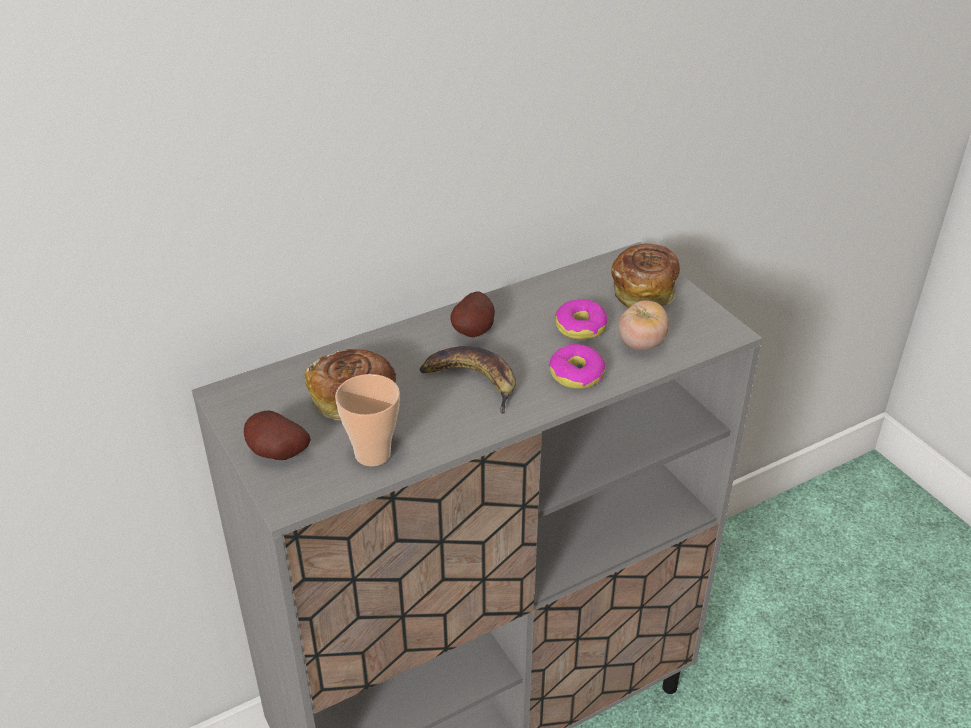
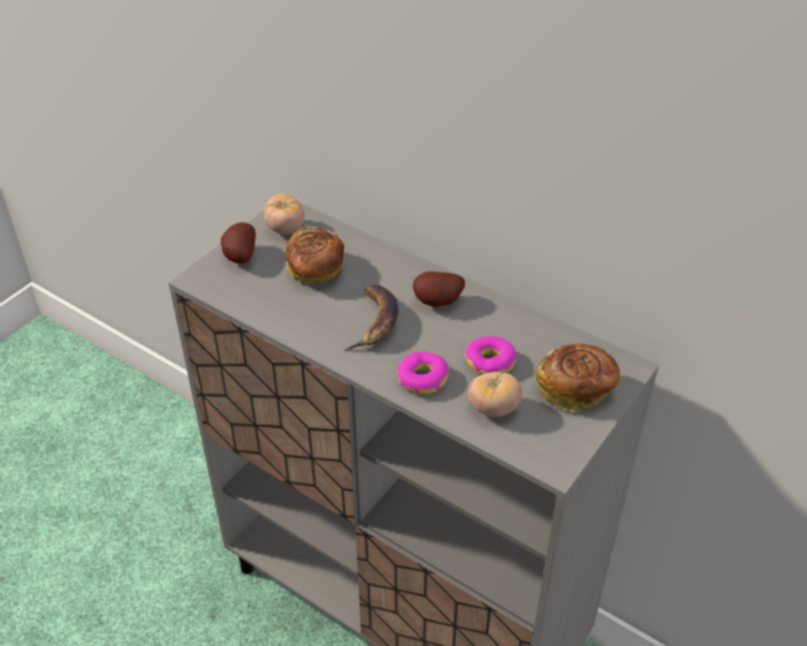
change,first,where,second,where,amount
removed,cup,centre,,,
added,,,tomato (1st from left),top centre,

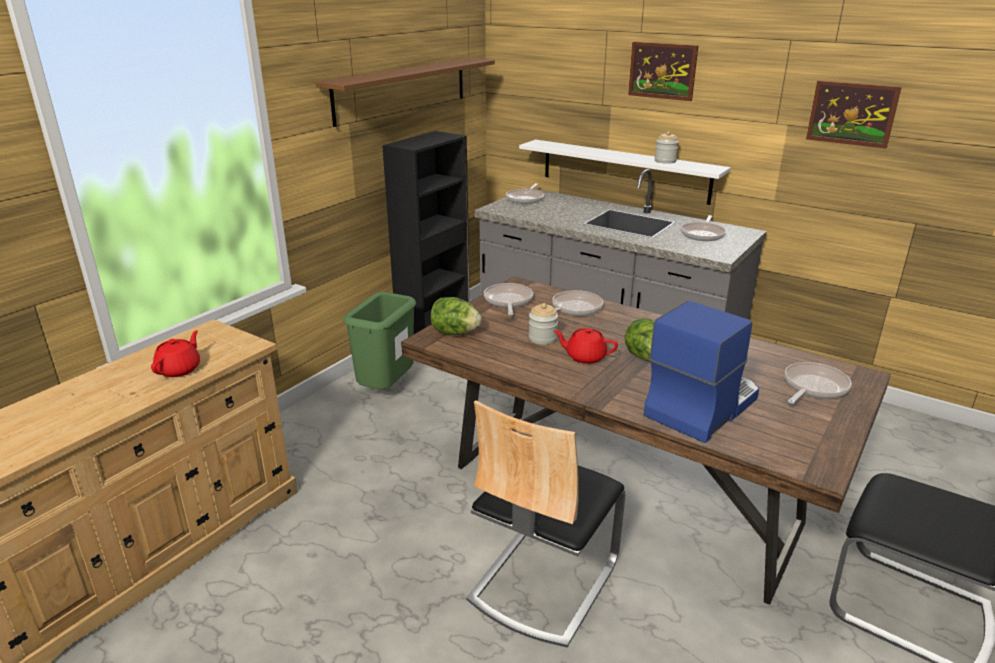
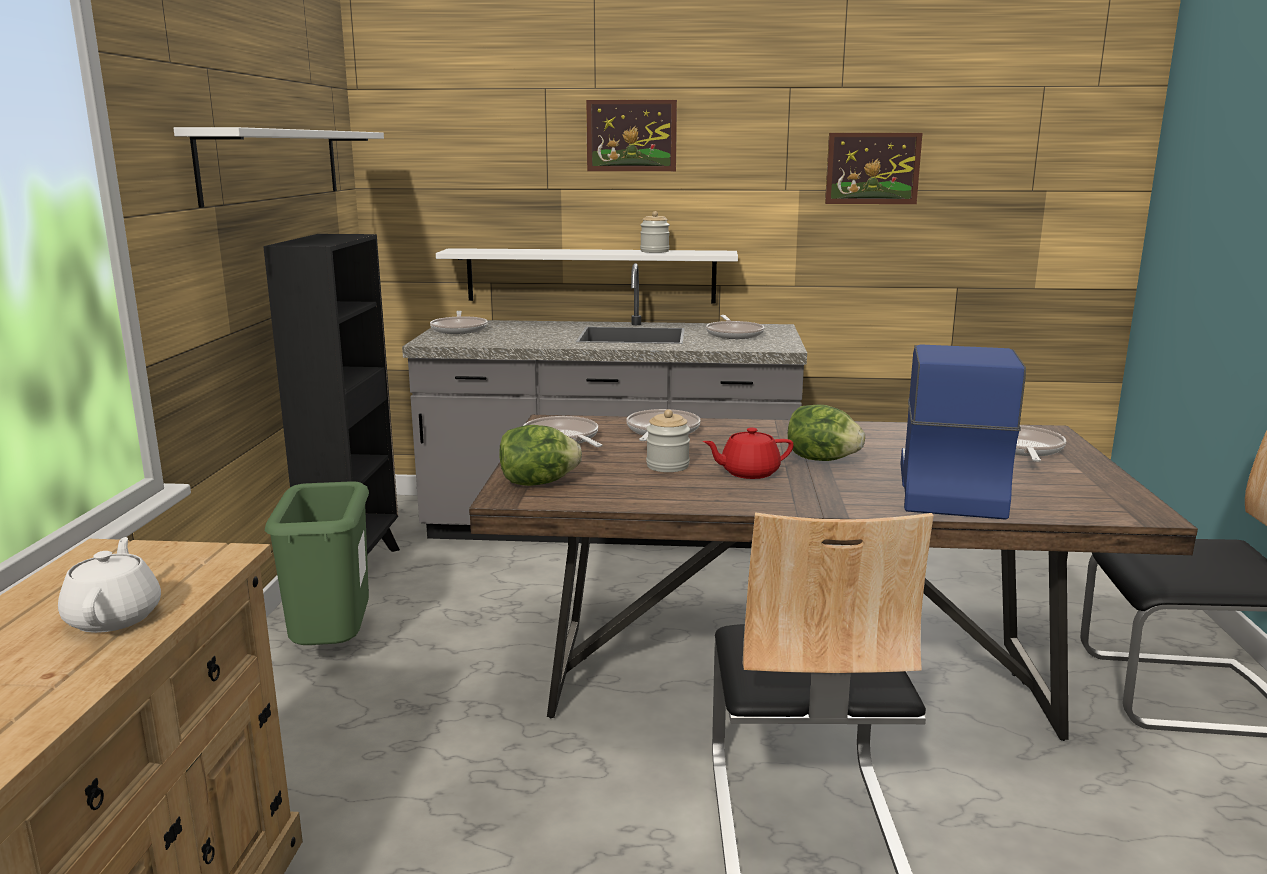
change,first,where,second,where,amount
recoloured,brown_shelf,top centre,white_shelf (1st from left),top left,
recoloured,red_teapot (1st from left),middle left,white_teapot,bottom left,

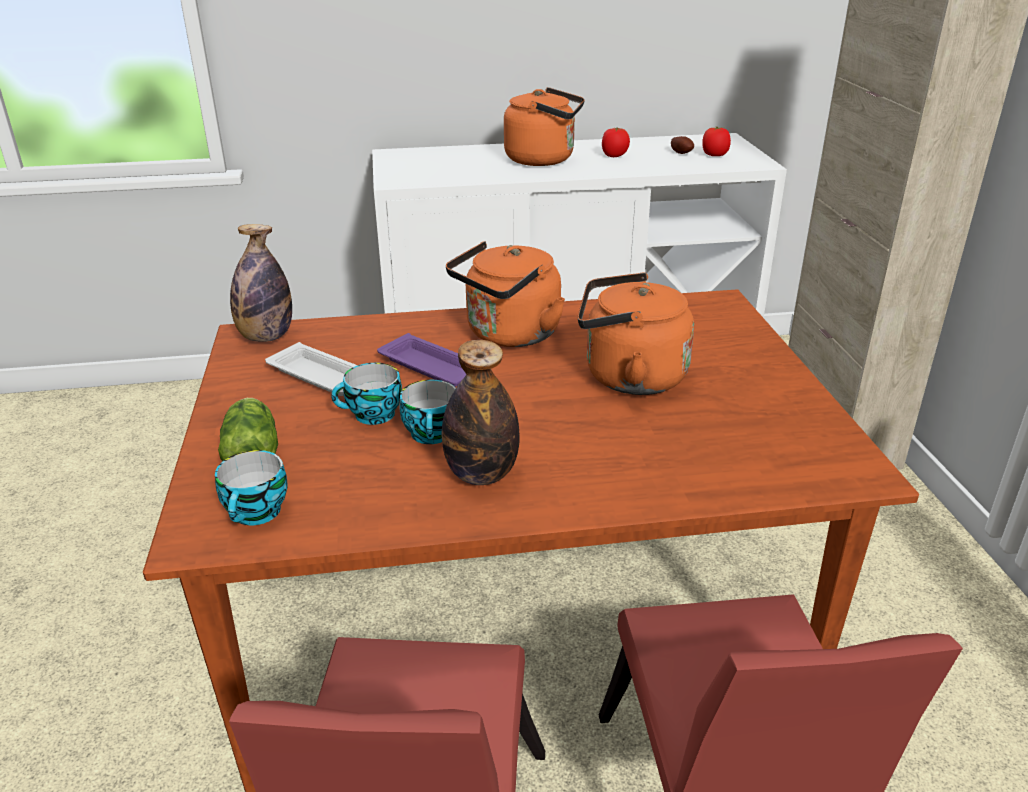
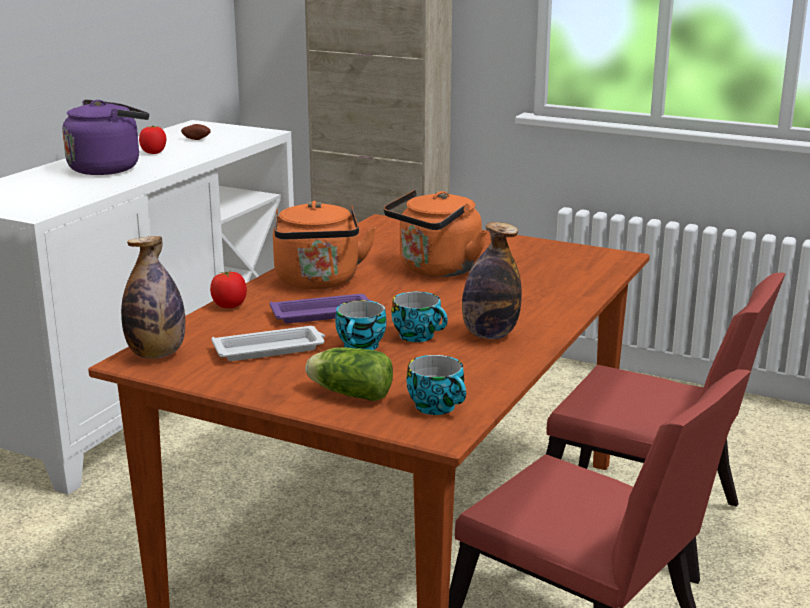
change,first,where,second,where,amount
recoloured,orange_kettle (2nd from left),top centre,purple_kettle,top left,
moved,tomato (2nd from left),top right,,middle left,

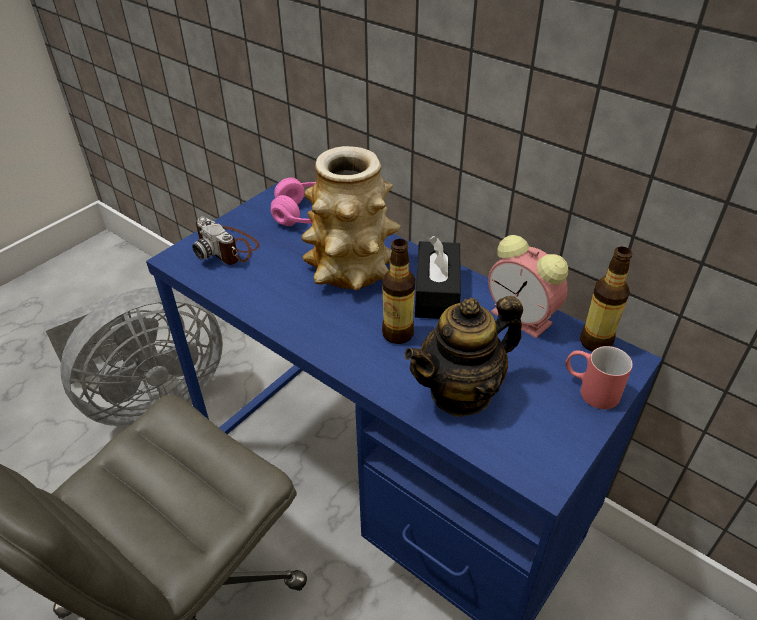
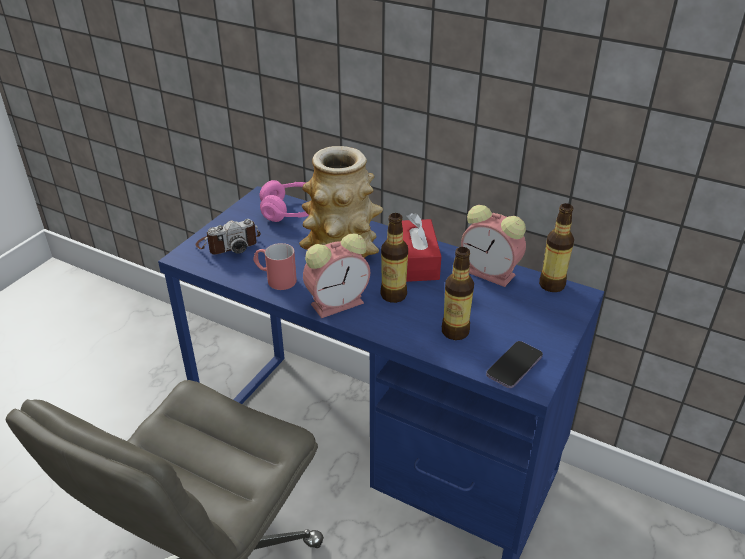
change,first,where,second,where,amount
turned,photo_camera,middle left,,middle left,60 degrees counterclockwise
recoloured,black_tissue_box,centre,red_tissue_box,centre,
removed,grey_fan,middle left,,,
replaced,teapot,centre,bottle (2nd from left),centre,
moved,red_mug,middle right,,centre,
added,,,alarm_clock (1st from left),centre,
added,,,phone,middle right,

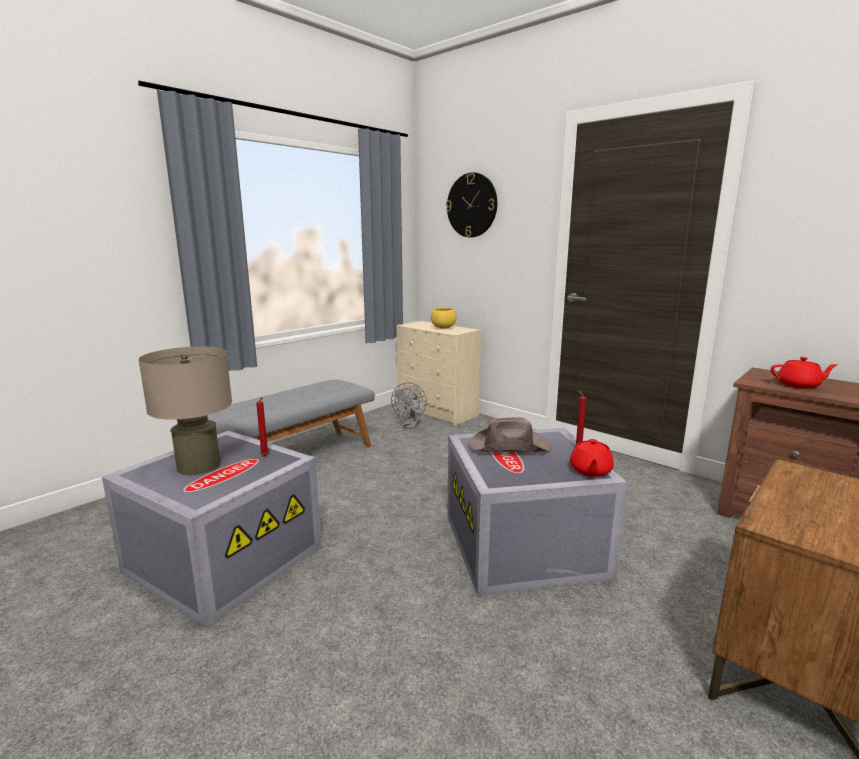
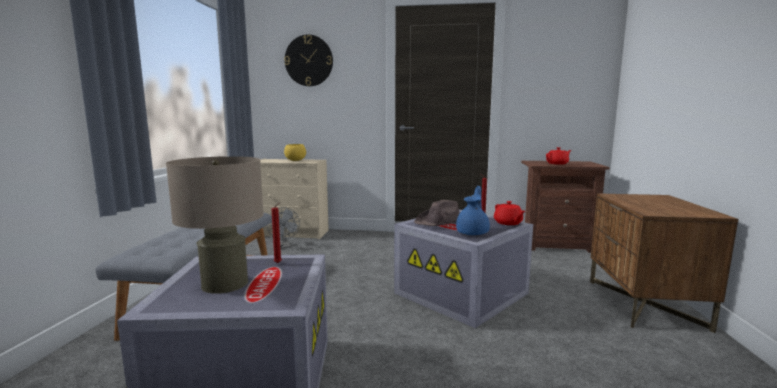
change,first,where,second,where,amount
added,,,blue_teapot,centre,

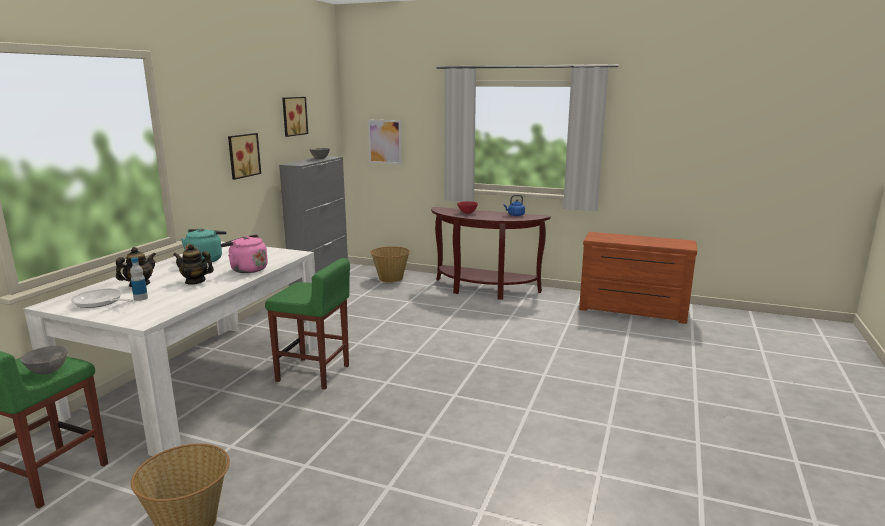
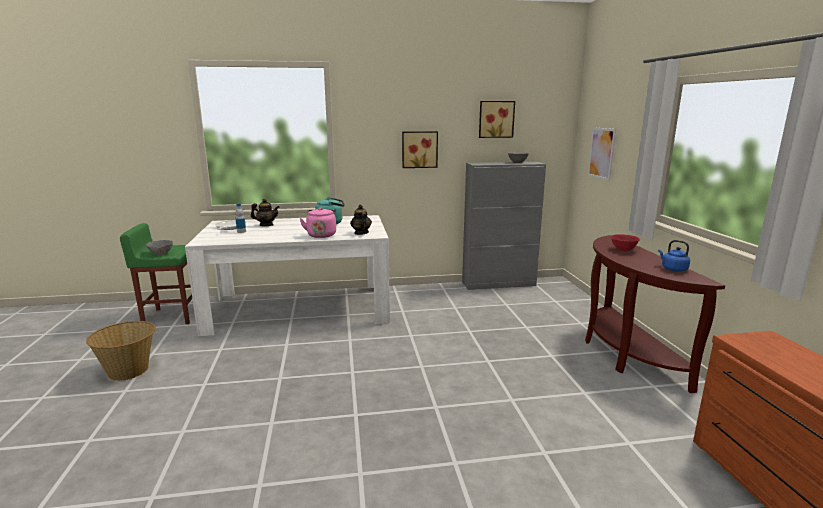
change,first,where,second,where,amount
moved,teapot (2nd from left),middle left,,centre,
removed,basket (2nd from left),centre,,,
removed,green_stool (2nd from left),centre,,,

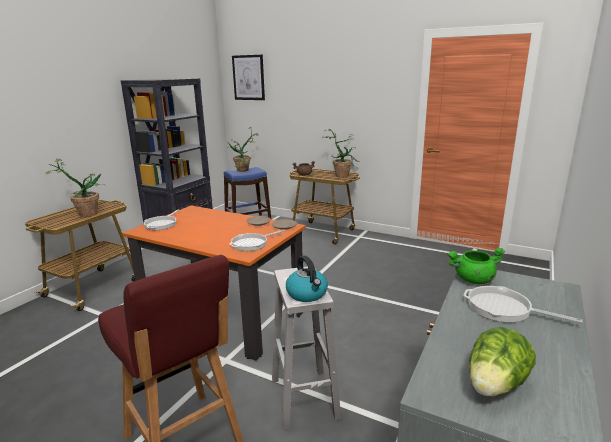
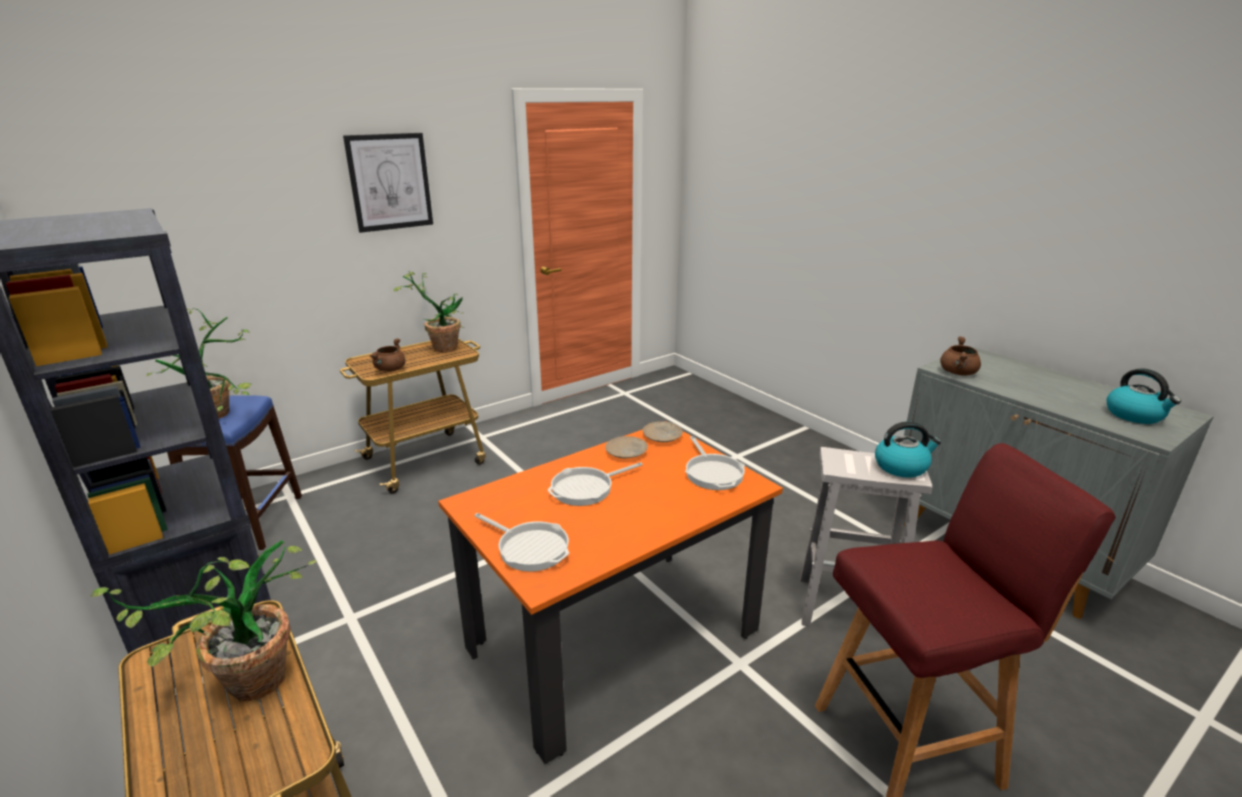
change,first,where,second,where,amount
moved,picture,top centre,,top left,
recoloured,green_cooking_pot,middle right,brown_cooking_pot (2nd from left),middle right,
moved,frying_pan (3rd from left in the first image),bottom right,frying_pan (2nd from left),centre,
replaced,lettuce,bottom right,kettle (2nd from left),middle right,

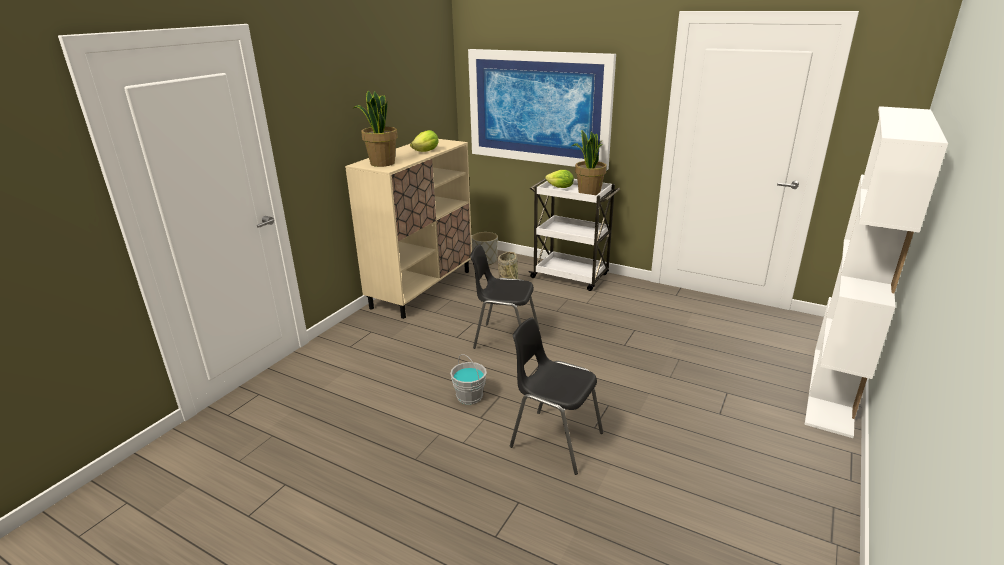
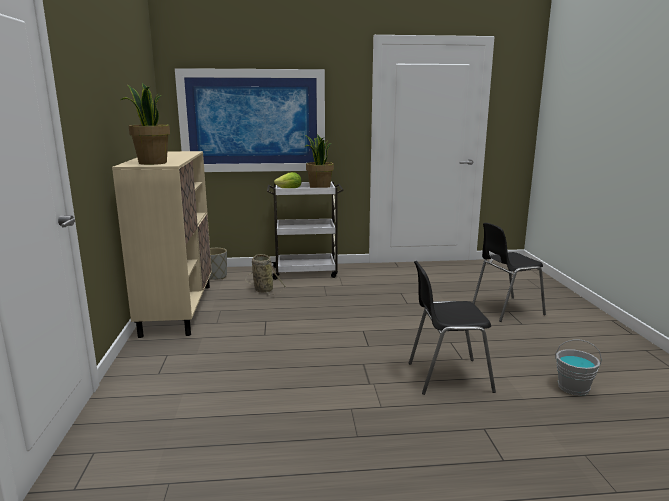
change,first,where,second,where,amount
removed,white_bookcase,middle right,,,
removed,lettuce (1st from left),top centre,,,
moved,black_chair (1st from left in the first image),centre,black_chair (2nd from left),middle right,
moved,grey_bucket,bottom centre,,bottom right,

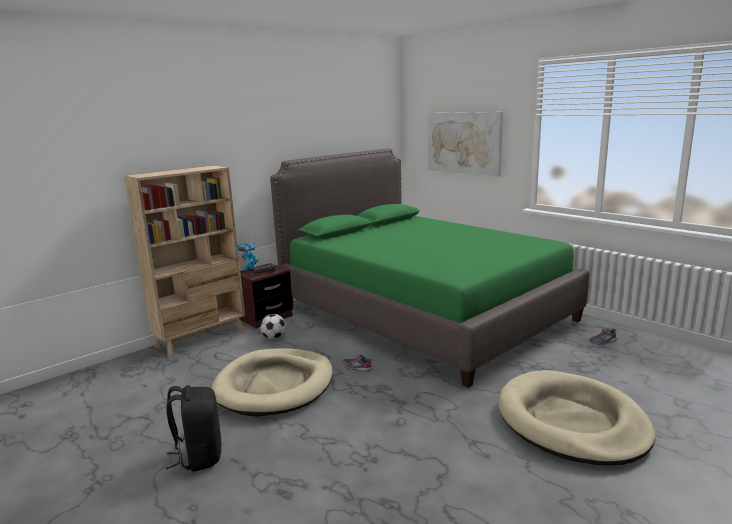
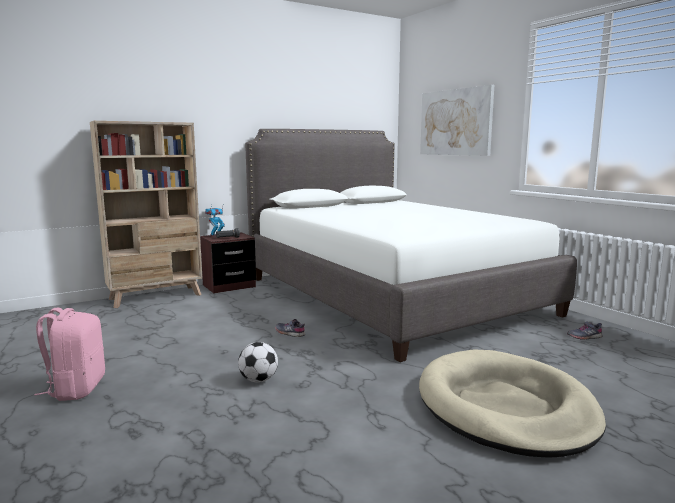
change,first,where,second,where,amount
recoloured,green_bed,centre,white_bed,centre,
moved,football,centre,,bottom centre,
removed,beige_dog_bed (1st from left),bottom centre,,,
recoloured,black_backpack,bottom left,pink_backpack,bottom left,

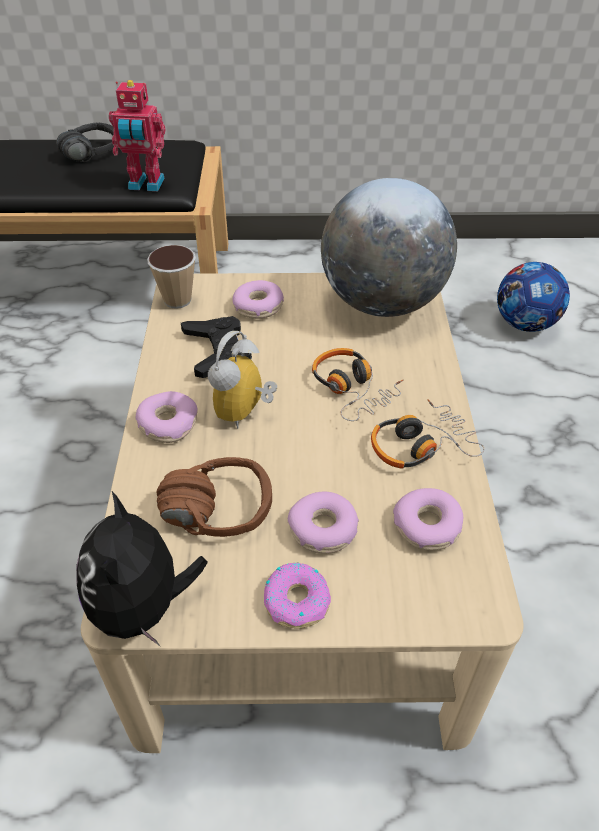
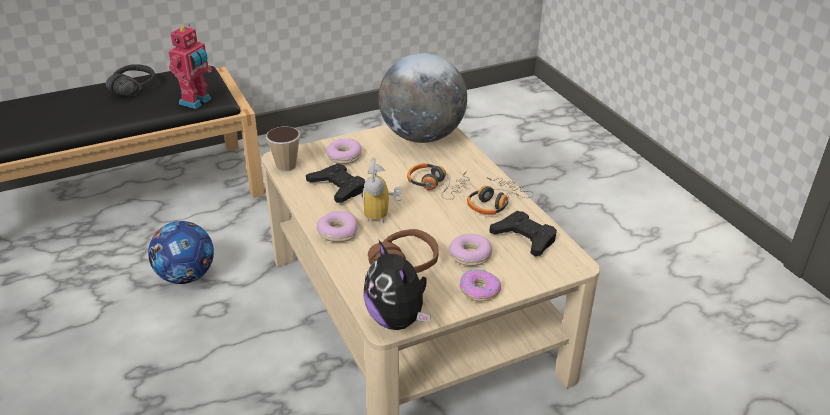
change,first,where,second,where,amount
turned,toy_robot,top left,,top left,45 degrees counterclockwise
moved,football,middle right,,middle left,
replaced,donut (5th from left),middle right,black_game_controller (2nd from left),centre,

